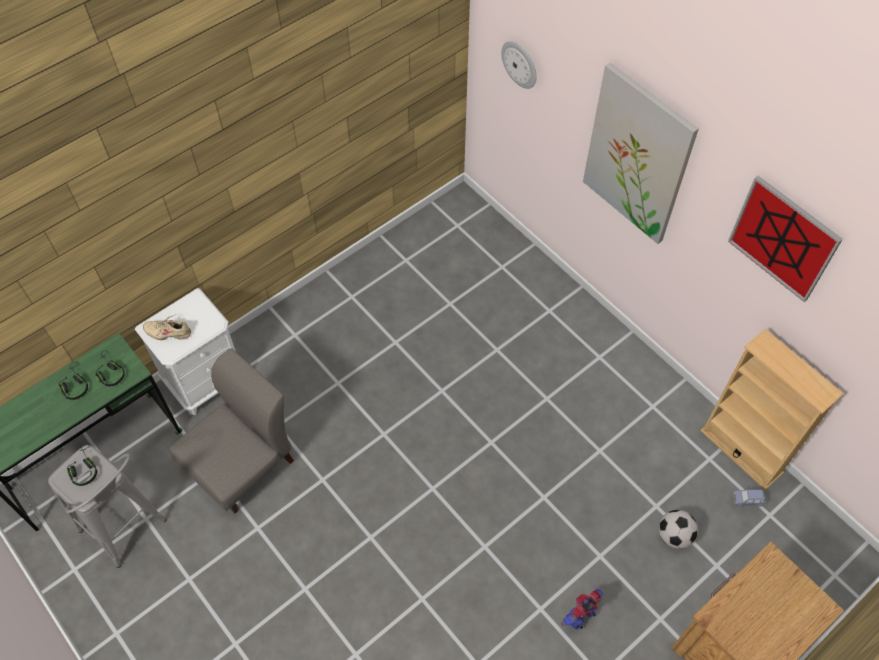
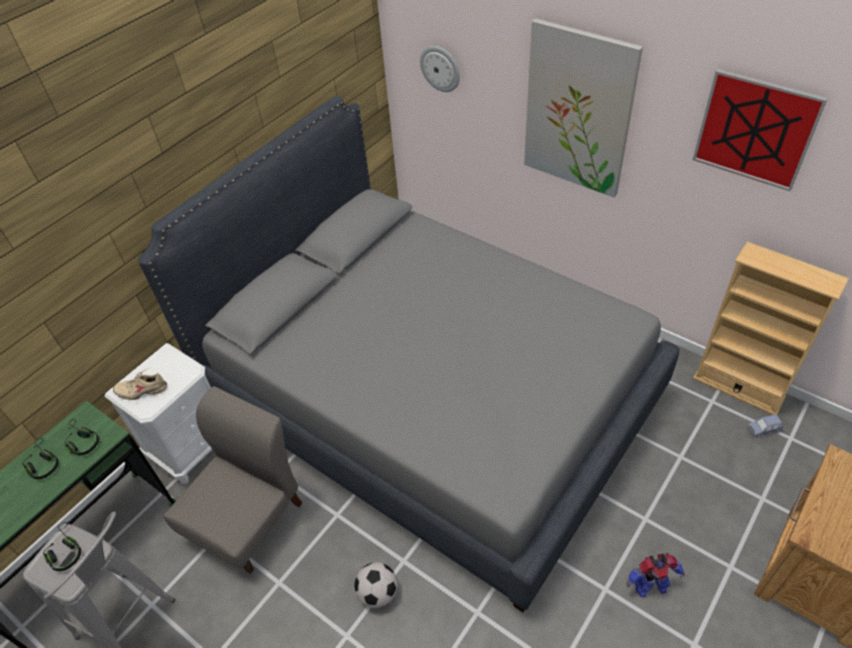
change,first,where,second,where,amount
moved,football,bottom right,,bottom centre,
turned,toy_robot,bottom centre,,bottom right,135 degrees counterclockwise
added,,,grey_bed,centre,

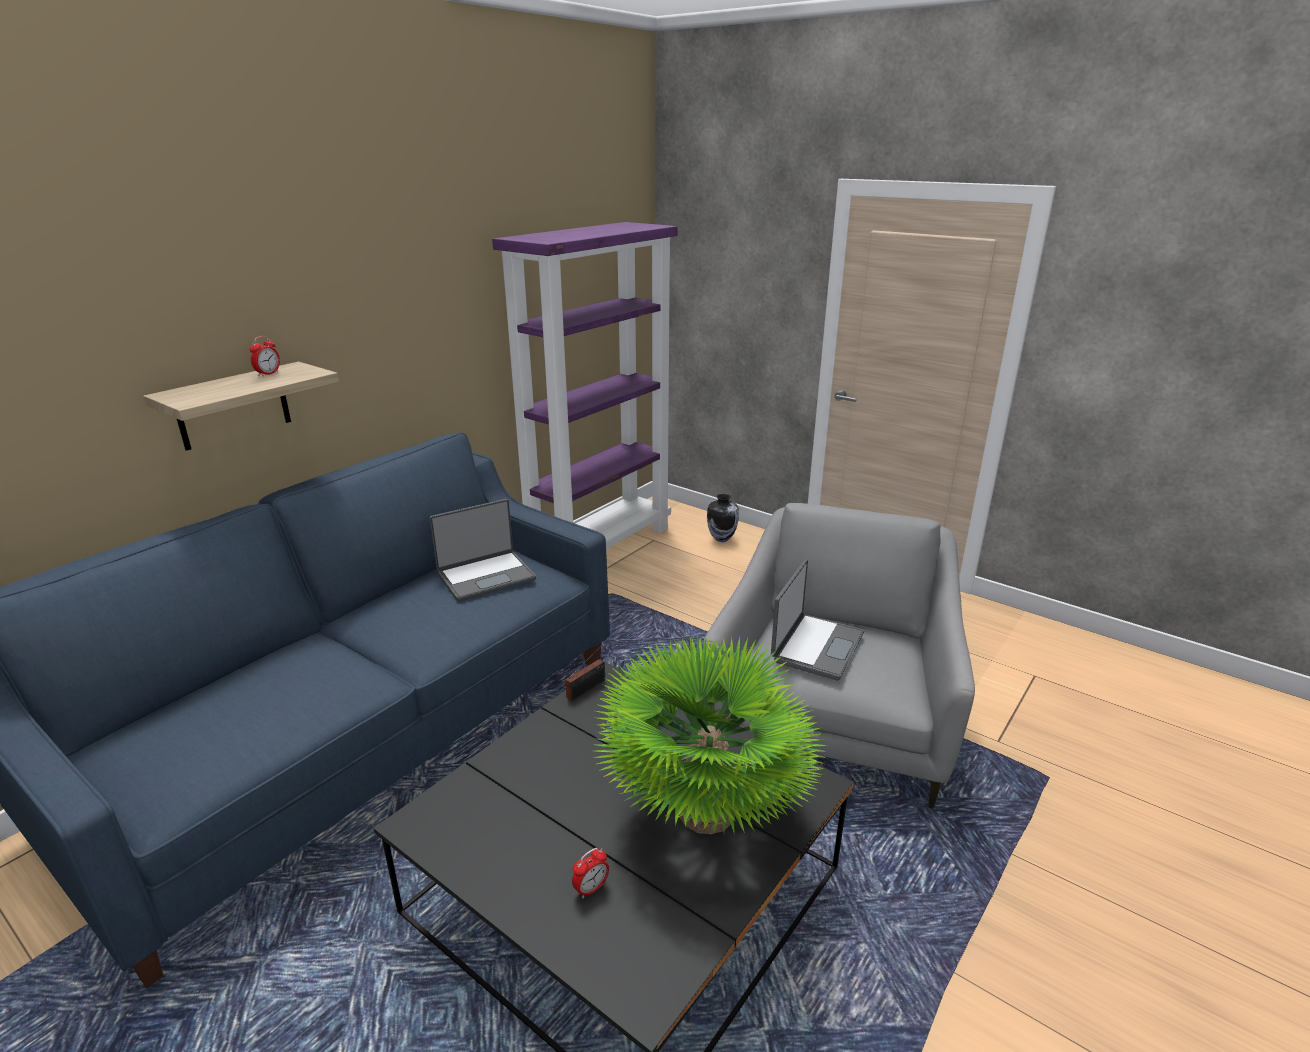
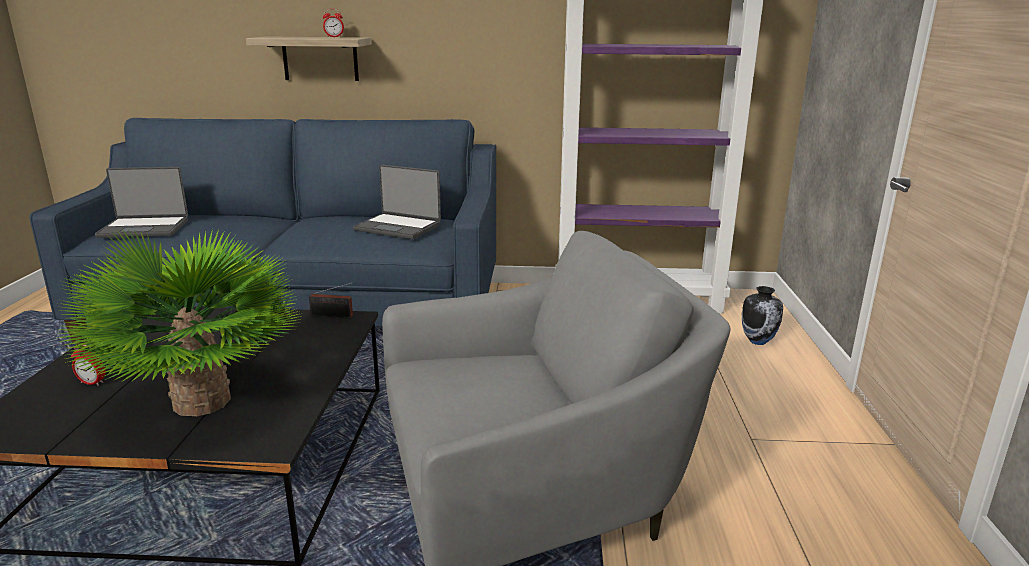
change,first,where,second,where,amount
moved,laptop (2nd from left in the first image),centre,laptop (1st from left),middle left,

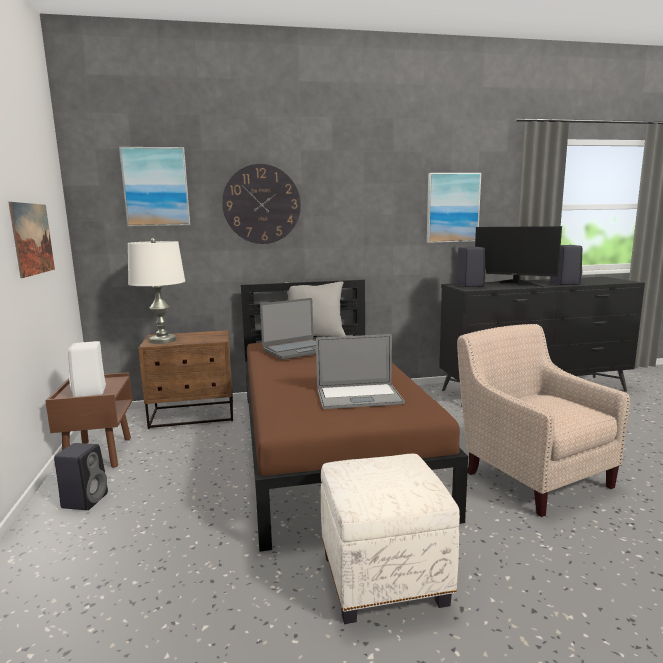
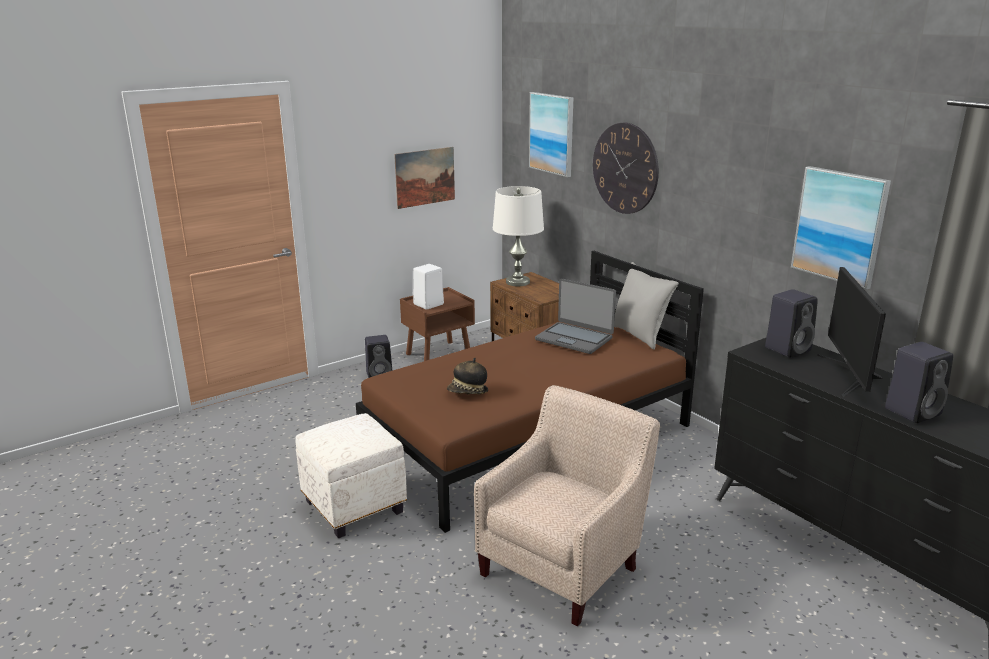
change,first,where,second,where,amount
replaced,laptop (2nd from left),centre,hat,centre,

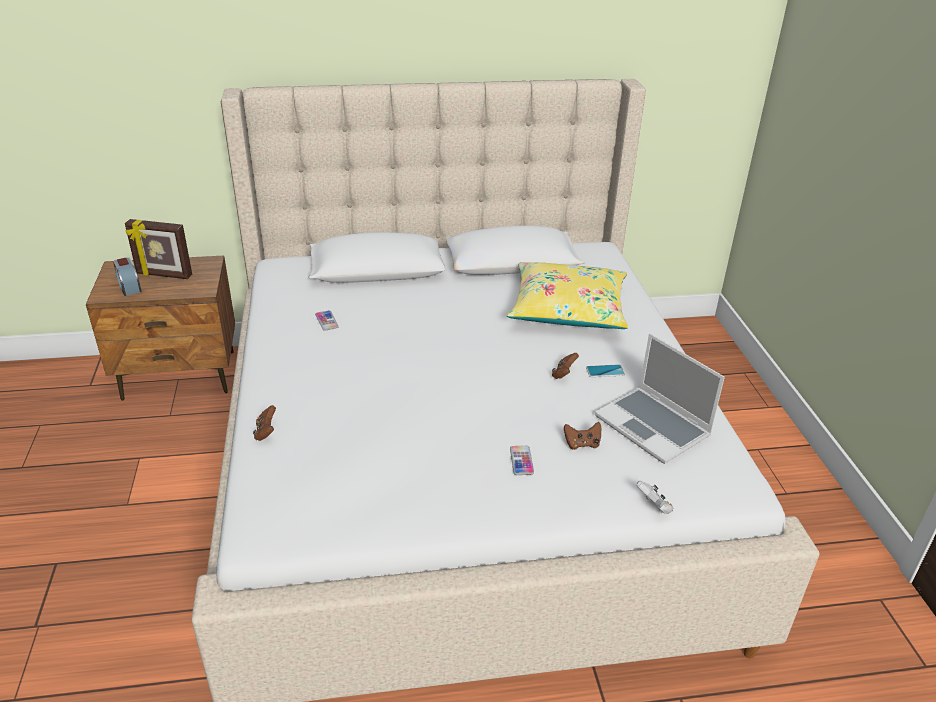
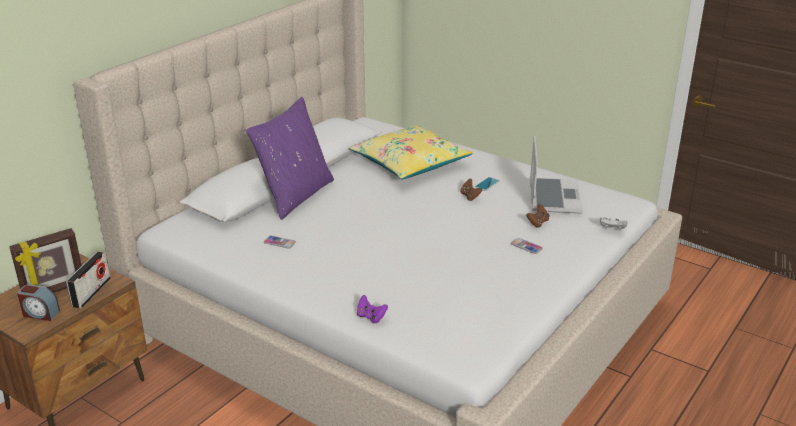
change,first,where,second,where,amount
turned,laptop,middle right,,middle right,90 degrees counterclockwise
recoloured,brown_game_controller (1st from left),middle left,purple_game_controller,bottom centre,
added,,,purple_pillow,centre,
added,,,radio,middle left,

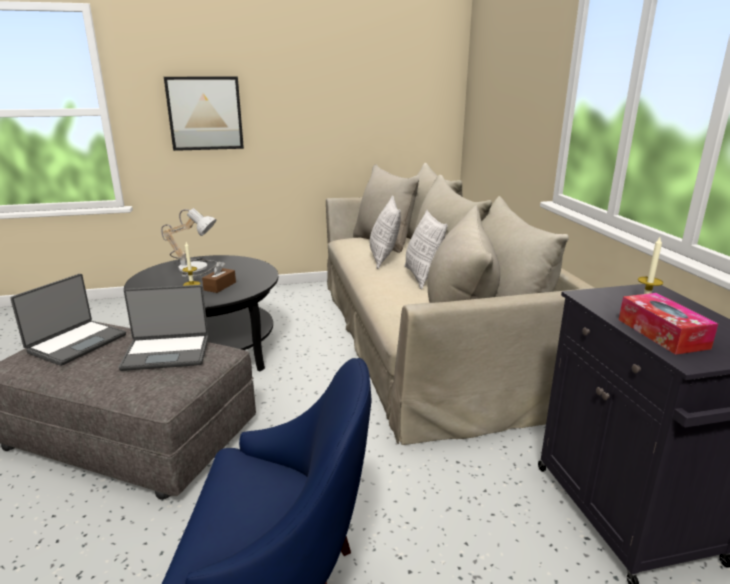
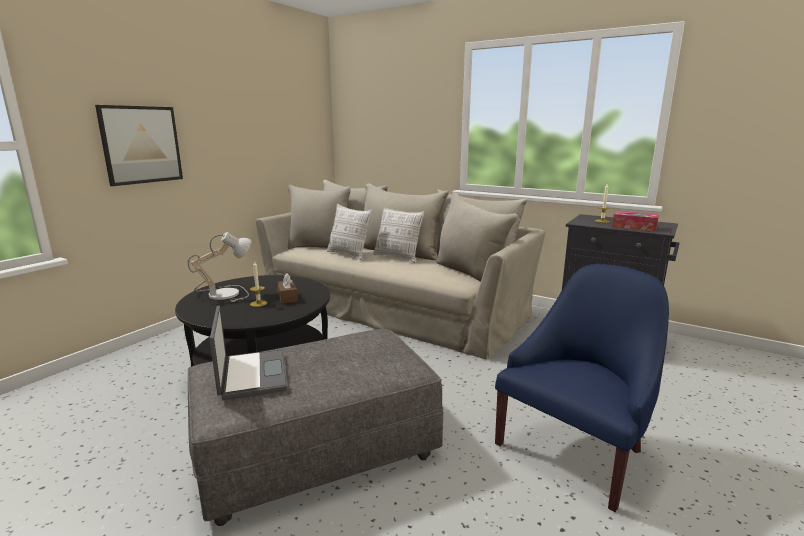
change,first,where,second,where,amount
removed,laptop (2nd from left),middle left,,,

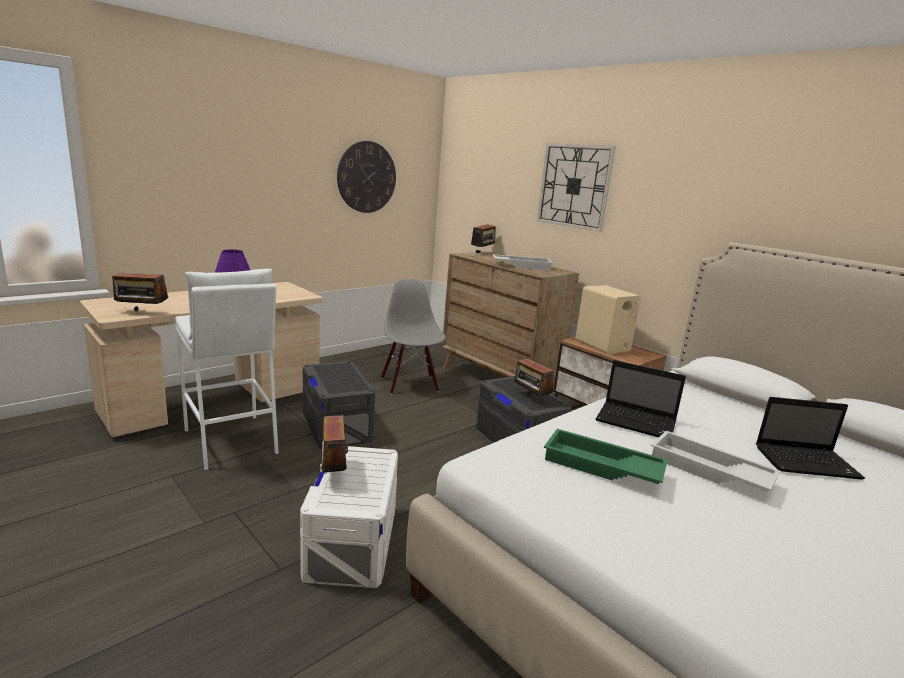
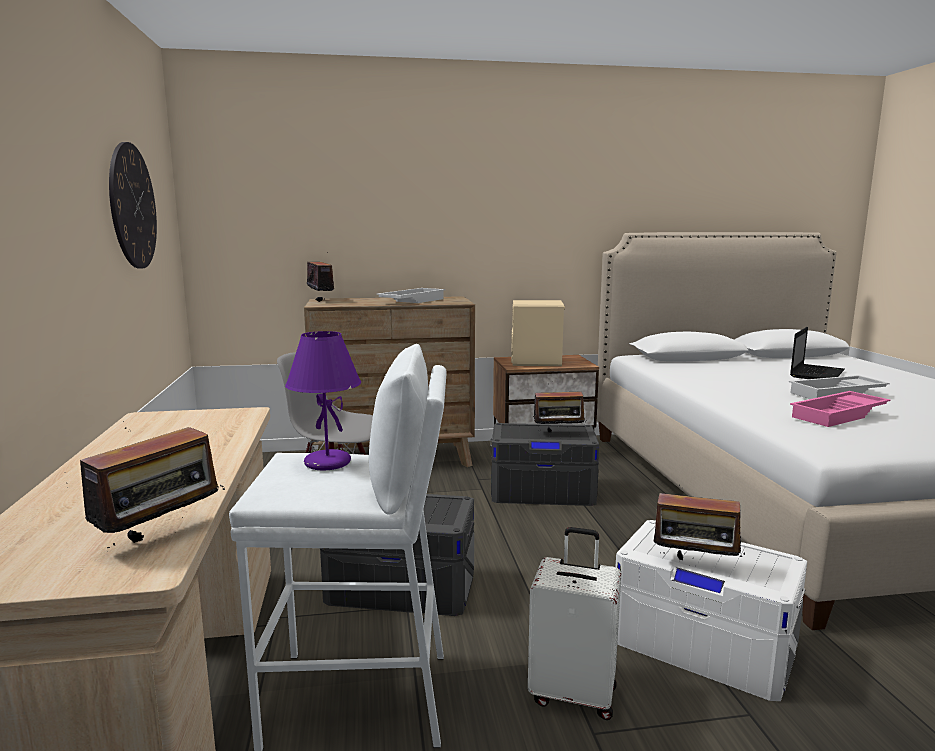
change,first,where,second,where,amount
removed,wall_clock (2nd from left),top centre,,,
removed,laptop (1st from left),middle right,,,
recoloured,green_tray,bottom right,pink_tray,middle right,
added,,,white_suitcase,bottom centre,

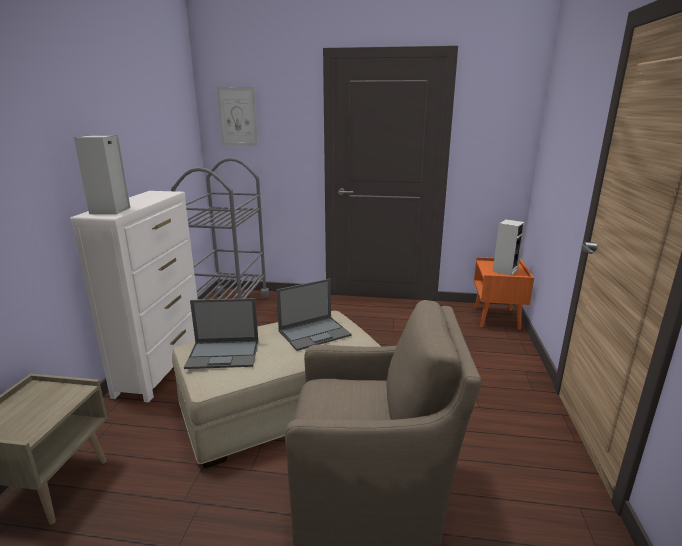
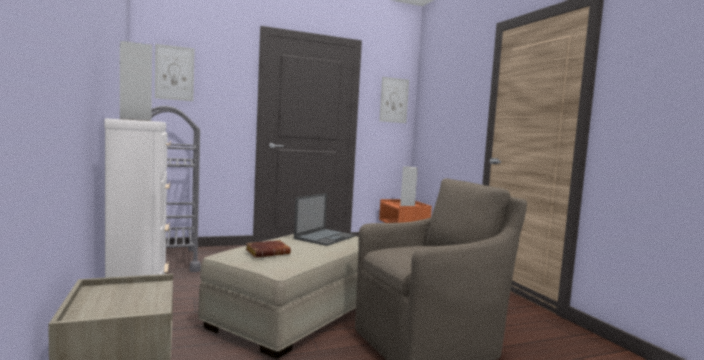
change,first,where,second,where,amount
replaced,laptop (1st from left),middle left,brown_book,bottom centre,
added,,,picture (2nd from left),top centre,

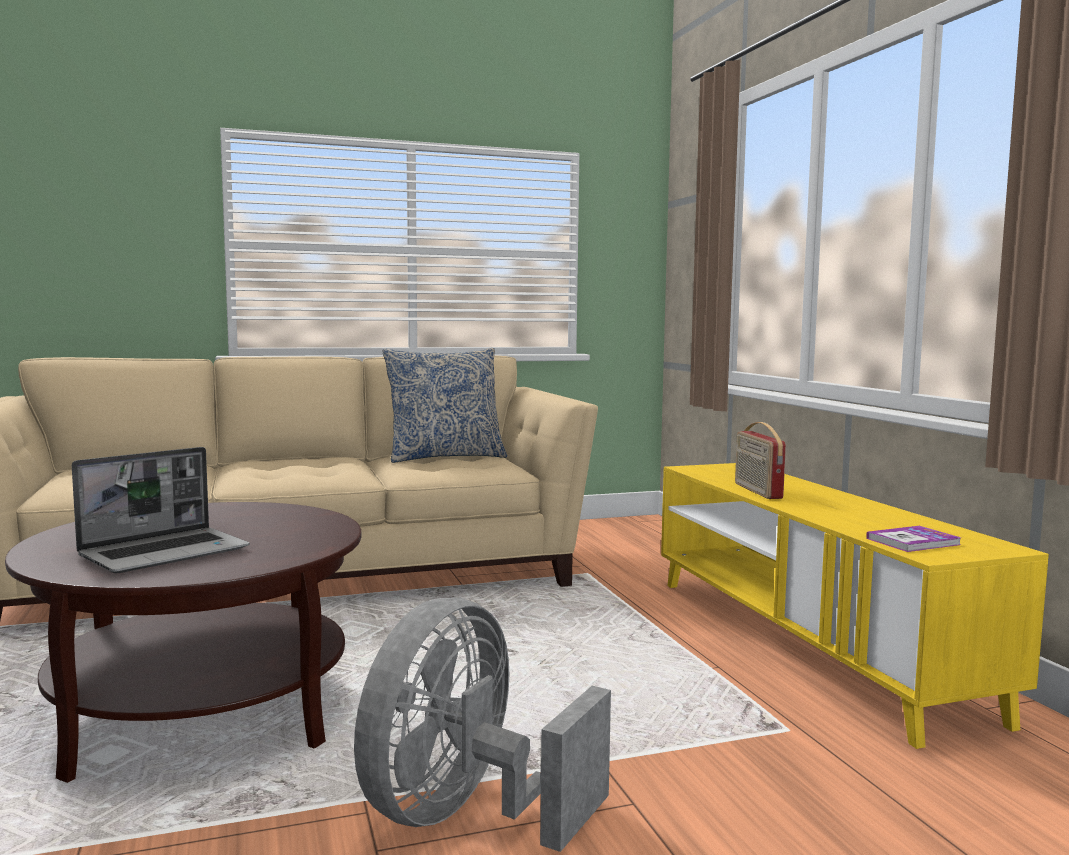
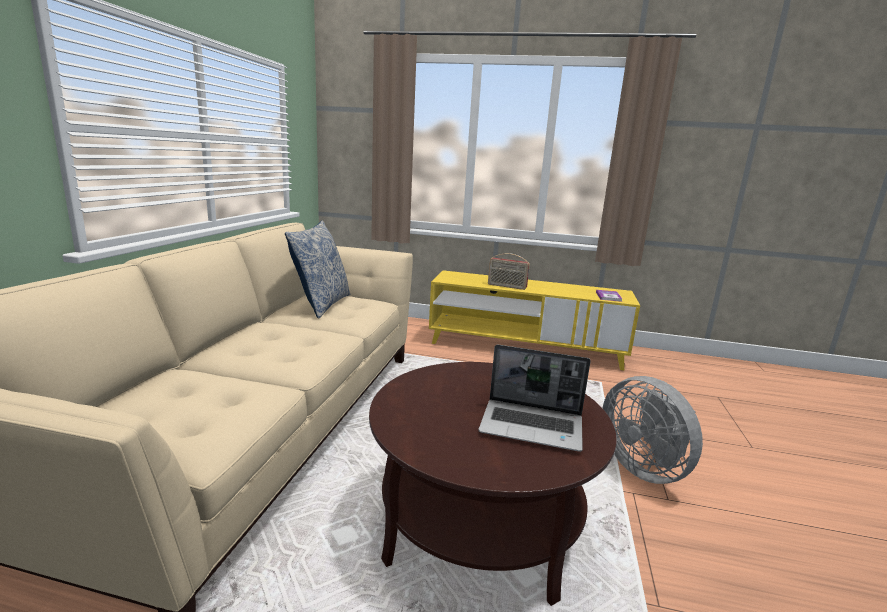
change,first,where,second,where,amount
turned,laptop,middle left,,centre,120 degrees clockwise

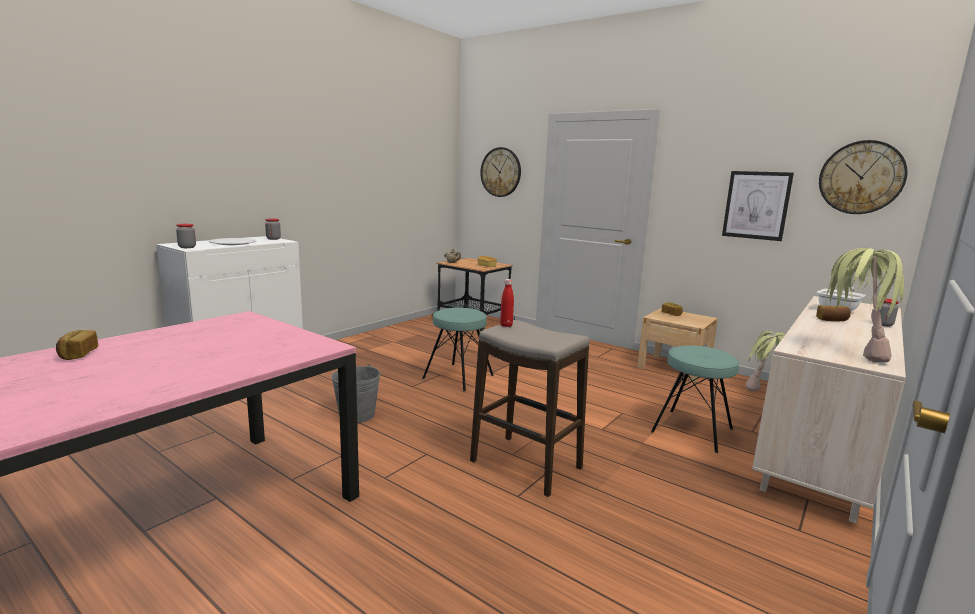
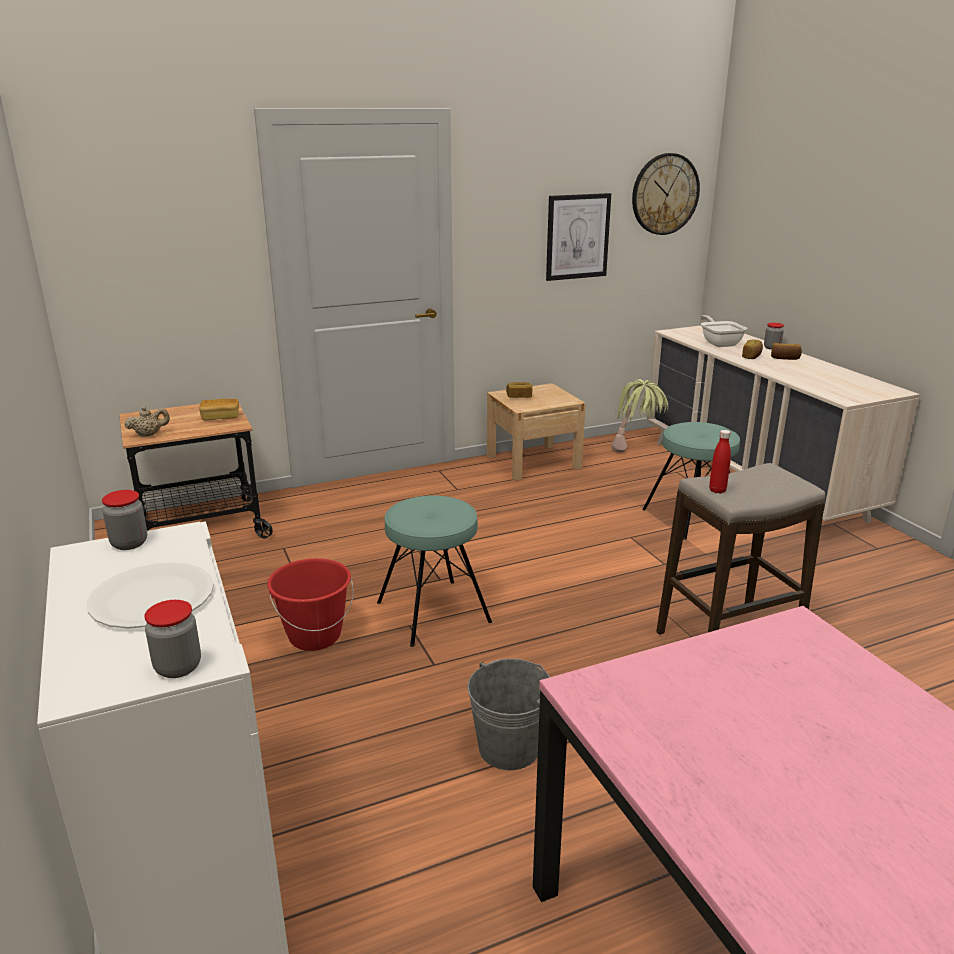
change,first,where,second,where,amount
removed,wall_clock (1st from left),top centre,,,
removed,potted_plant (2nd from left),middle right,,,
moved,bread (1st from left in the first image),middle left,bread (4th from left),middle right,
added,,,red_bucket,middle left,

